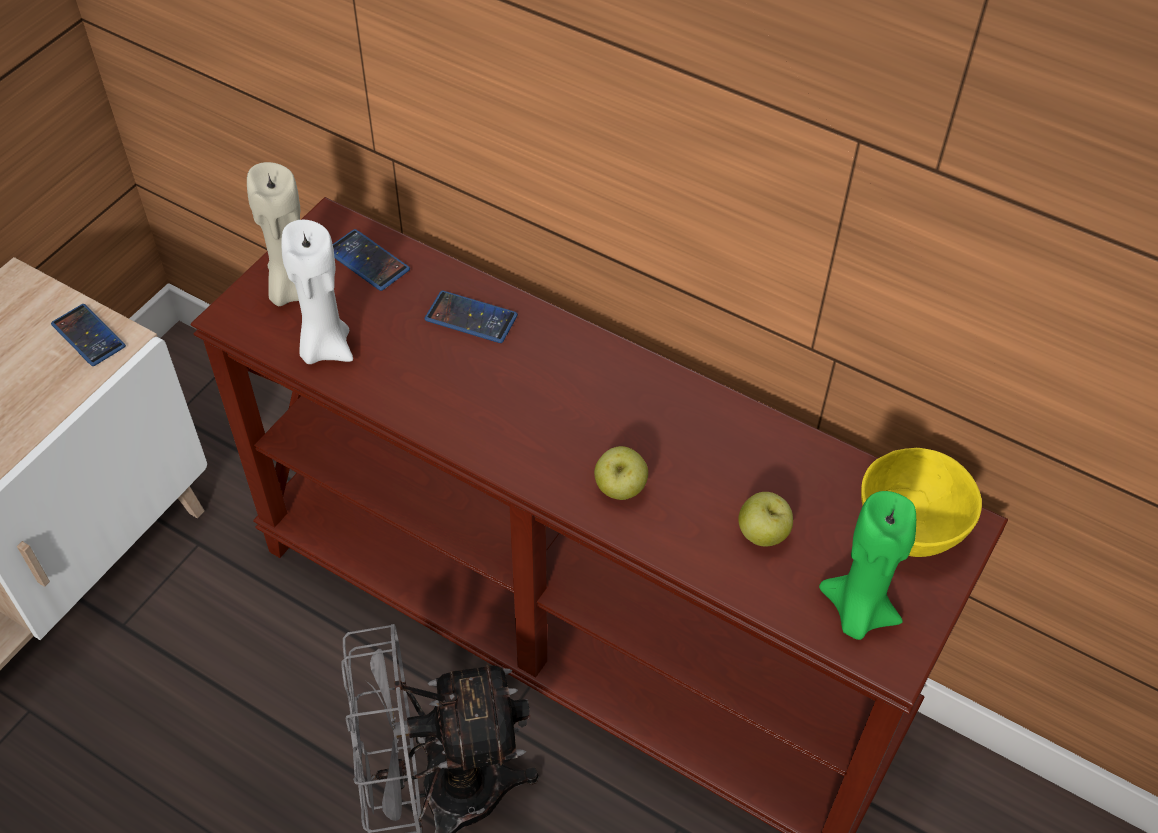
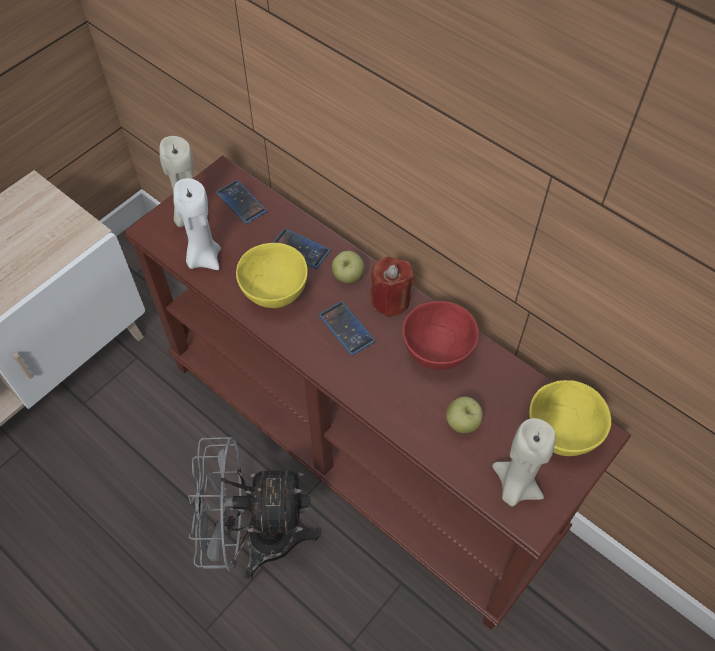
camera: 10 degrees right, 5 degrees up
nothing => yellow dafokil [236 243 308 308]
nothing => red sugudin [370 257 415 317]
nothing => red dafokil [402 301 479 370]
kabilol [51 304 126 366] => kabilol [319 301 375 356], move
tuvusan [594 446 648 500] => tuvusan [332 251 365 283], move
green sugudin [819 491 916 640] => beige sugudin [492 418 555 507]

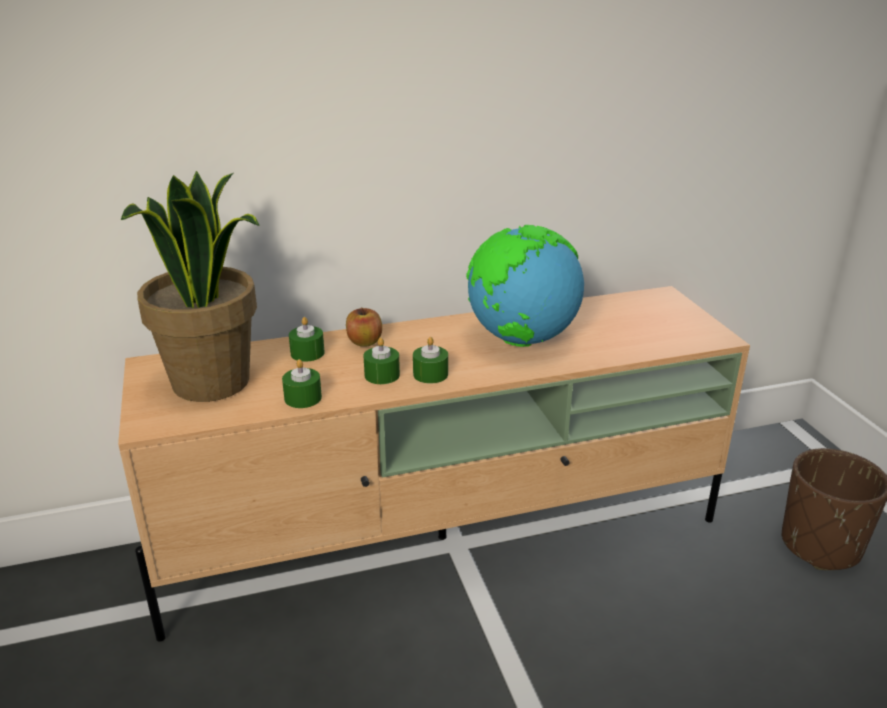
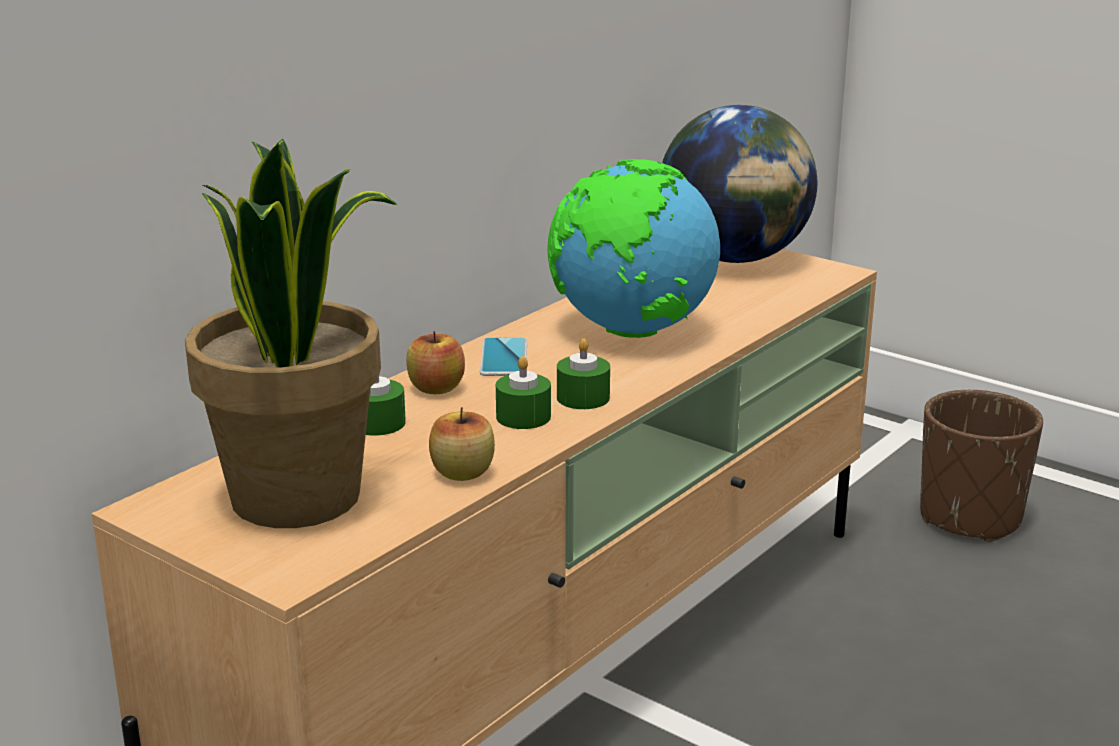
camera: 35 degrees left, 5 degrees down
nothing => kabilol [480 337 527 376]
nothing => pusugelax [662 105 817 263]
green sugudin [282 359 322 408] => tuvusan [429 407 495 481]

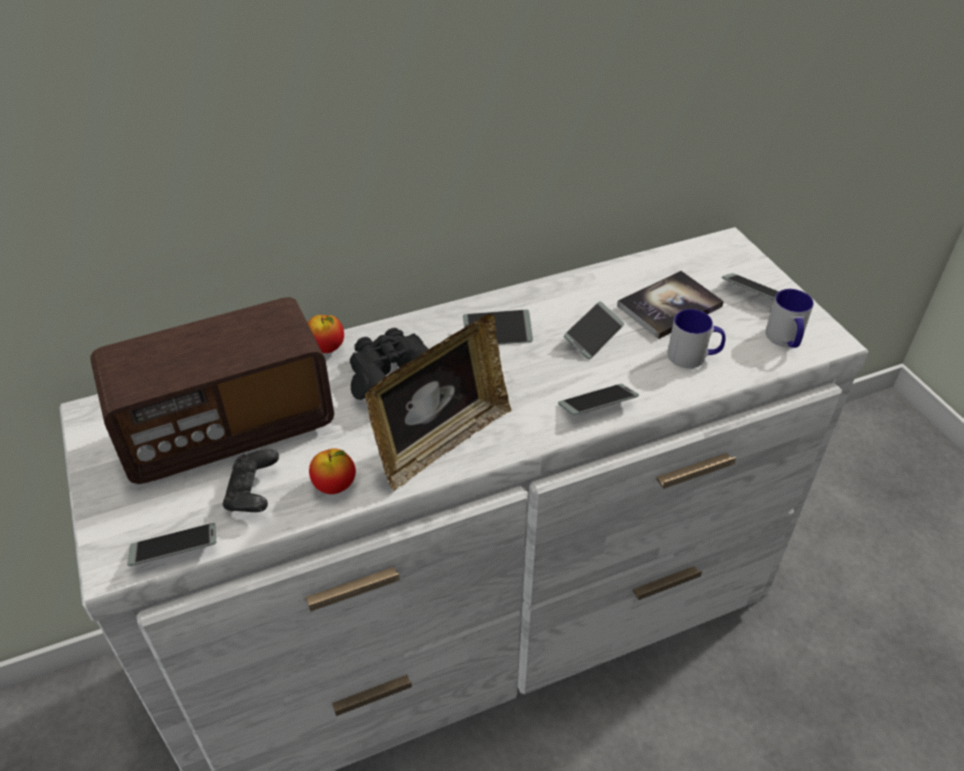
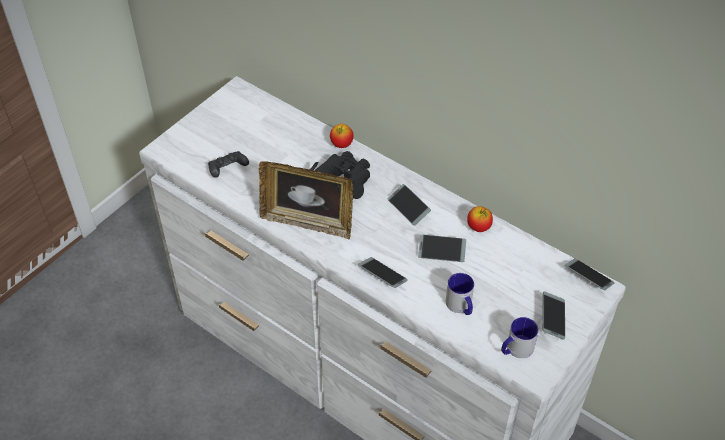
camera: 60 degrees right, 5 degrees up
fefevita [91 297 334 484] => nothing
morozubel [617 271 724 339] => nothing
kabilol [127 523 216 566] => kabilol [565 258 614 290], move
tuvusan [309 448 356 494] => tuvusan [467 206 493 232], move

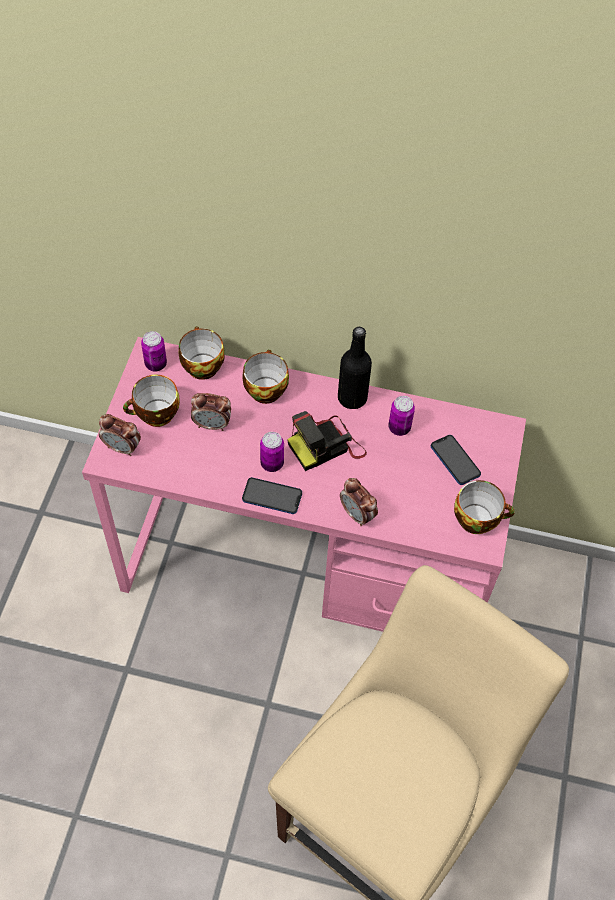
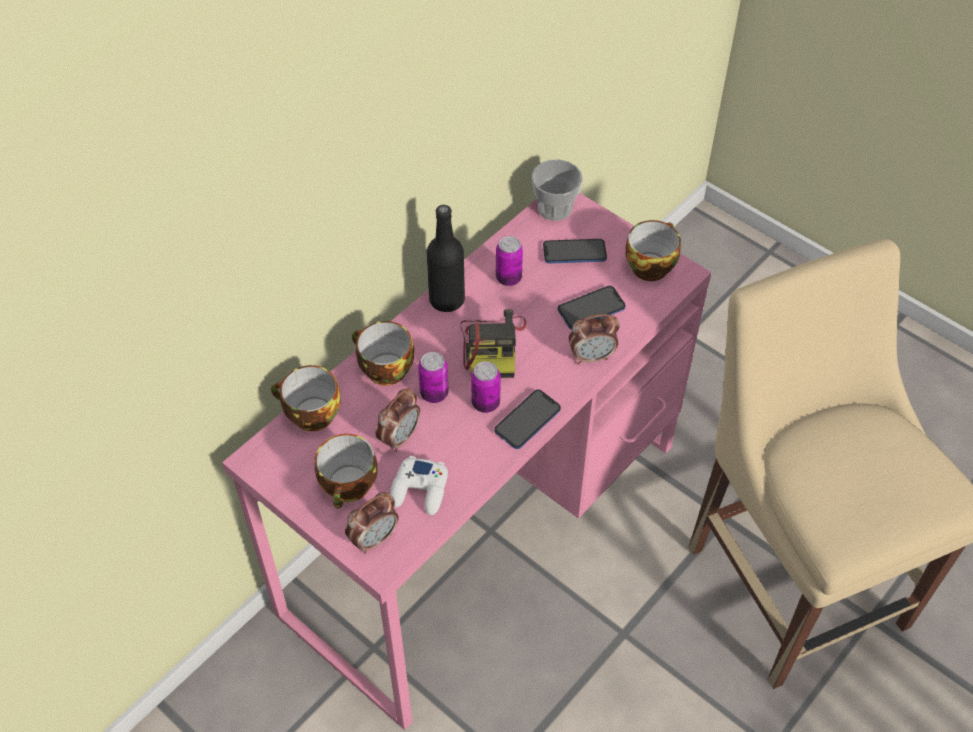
camera: 60 degrees left, 5 degrees down
nothing => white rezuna [390 456 448 515]
nothing => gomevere [531 159 583 221]
nothing => kabilol [558 286 626 330]
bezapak [141 331 167 371] => bezapak [418 352 449 403], move

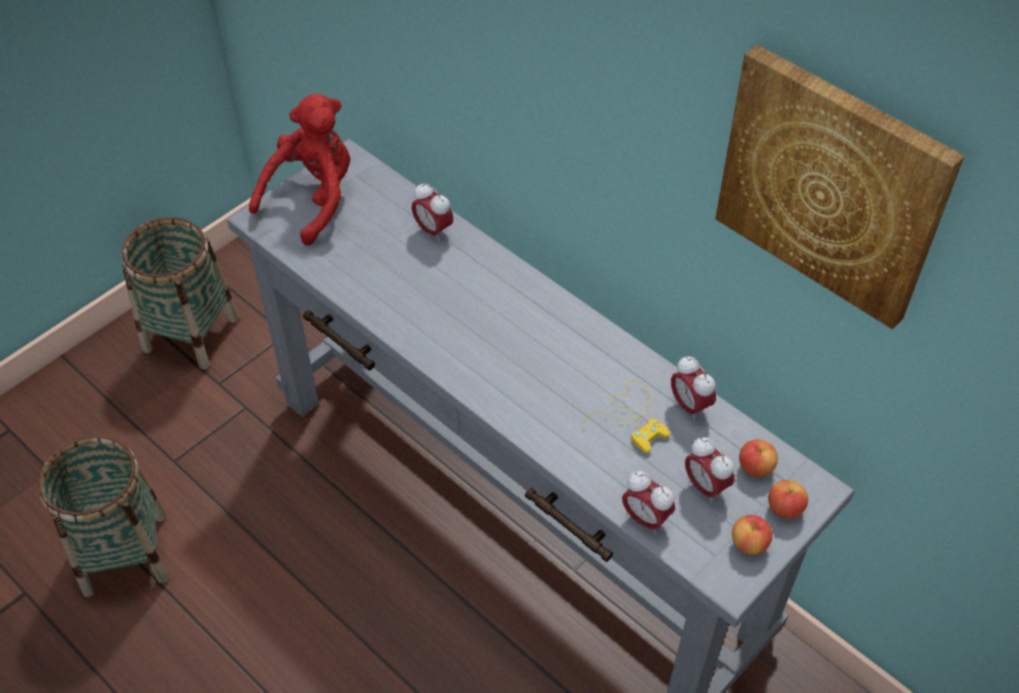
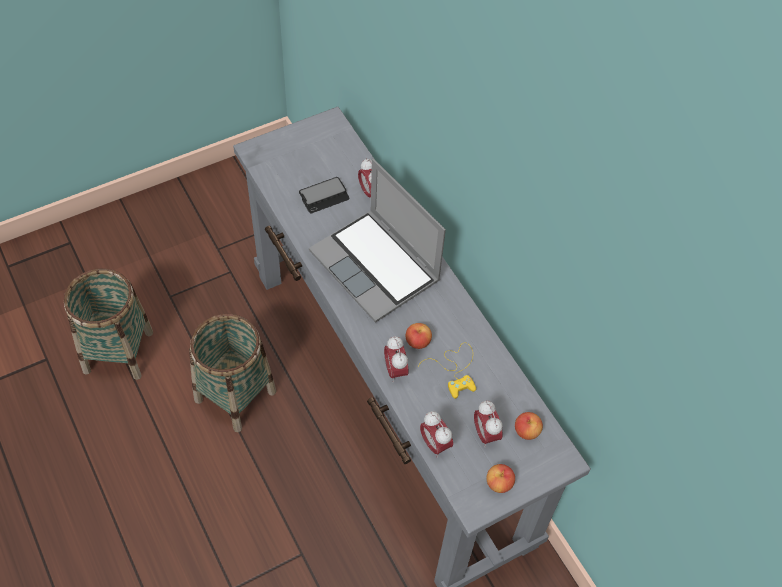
camera: 15 degrees right, 5 degrees up
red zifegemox [249 94 351 245] => nothing
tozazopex [715 44 965 329] => nothing
nothing => kabilol [299 177 349 213]
nothing => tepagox [309 159 446 323]
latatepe [121 217 239 369] => latatepe [189 314 276 432], move
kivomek [671 356 716 421] => kivomek [384 336 408 383], move
tuvusan [768 480 808 519] => tuvusan [406 323 432 349], move

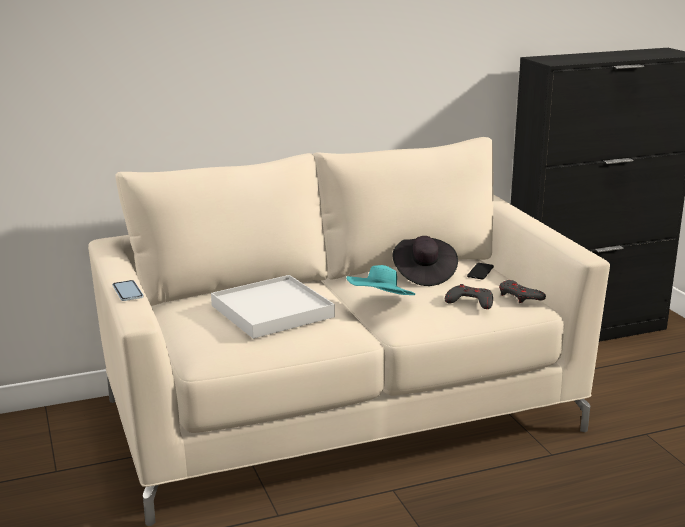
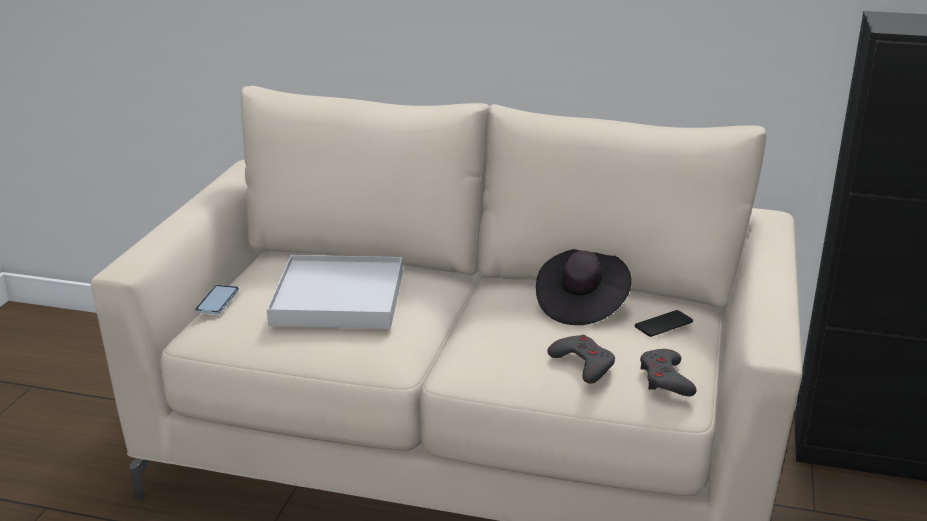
camera: 35 degrees right, 5 degrees up
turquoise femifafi [346 265 415 295] => nothing
kabilol [112 280 144 301] => kabilol [194 285 239 314], move

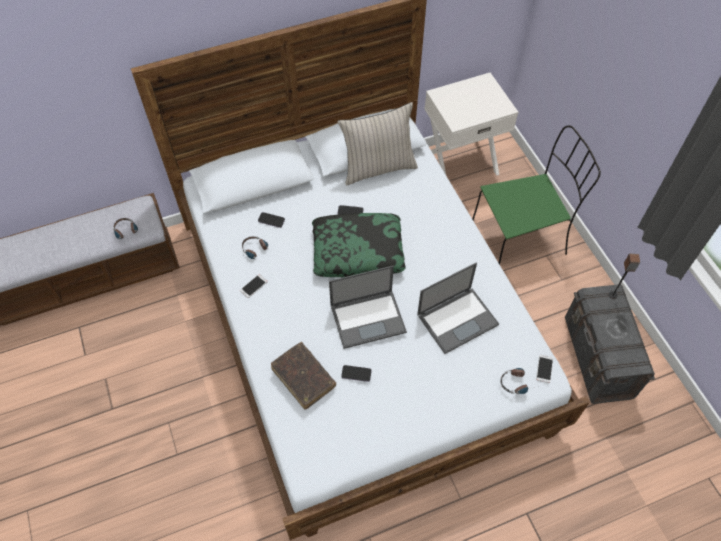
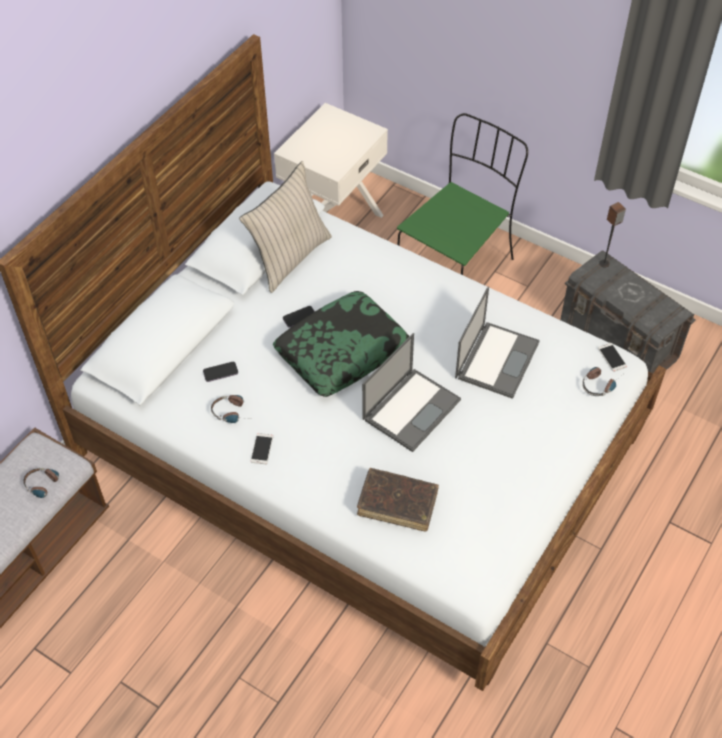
camera: 35 degrees left, 5 degrees down
kabilol [341 365 372 382] => nothing

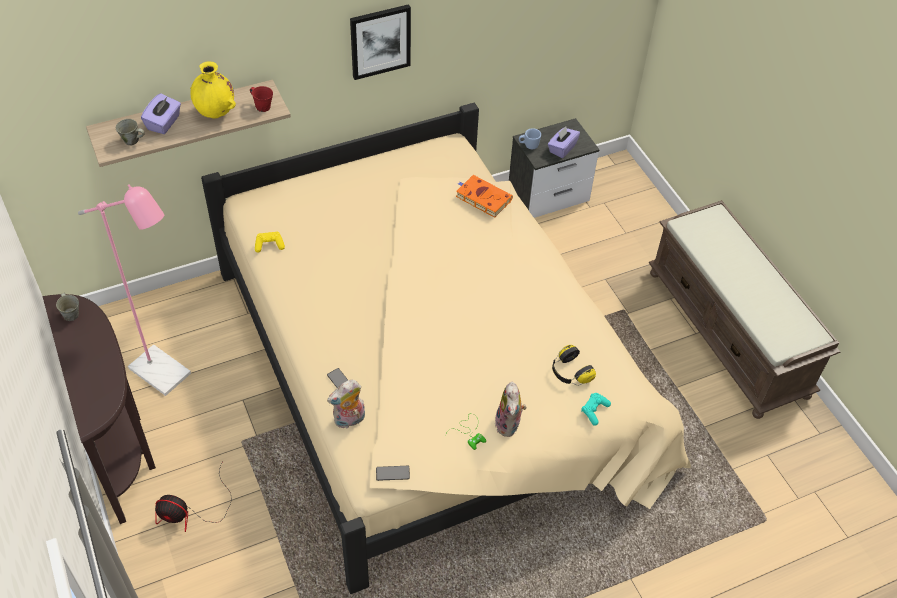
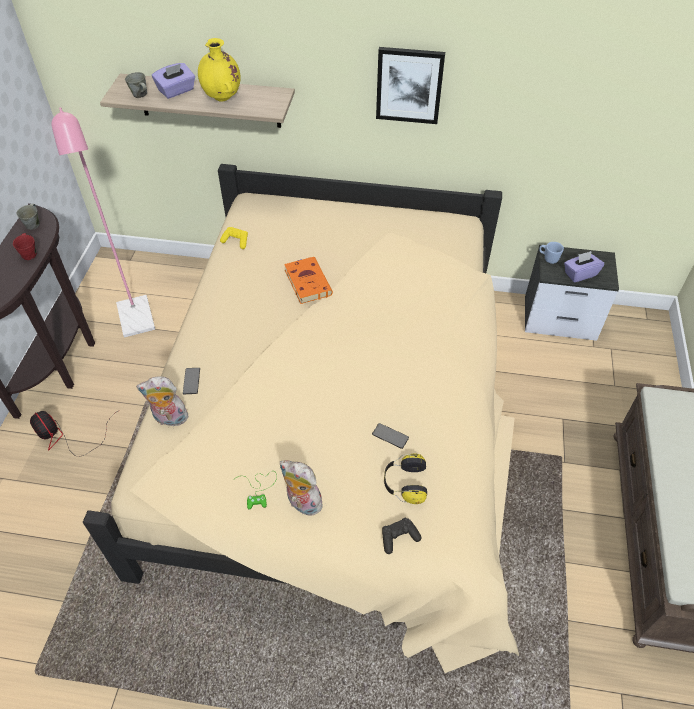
camera: 35 degrees right, 0 degrees up
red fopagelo [250 86 273 112] => red fopagelo [13 233 37 260], move
kabilol [376 466 410 481] => kabilol [372 423 409 449], move
orange morozubel [456 175 513 218] => orange morozubel [284 257 333 304], move
turquoise rezuna [581 393 611 426] => black rezuna [382 517 421 554]
zifegemox [495 382 526 437] => zifegemox [280 460 323 516], 90 degrees clockwise

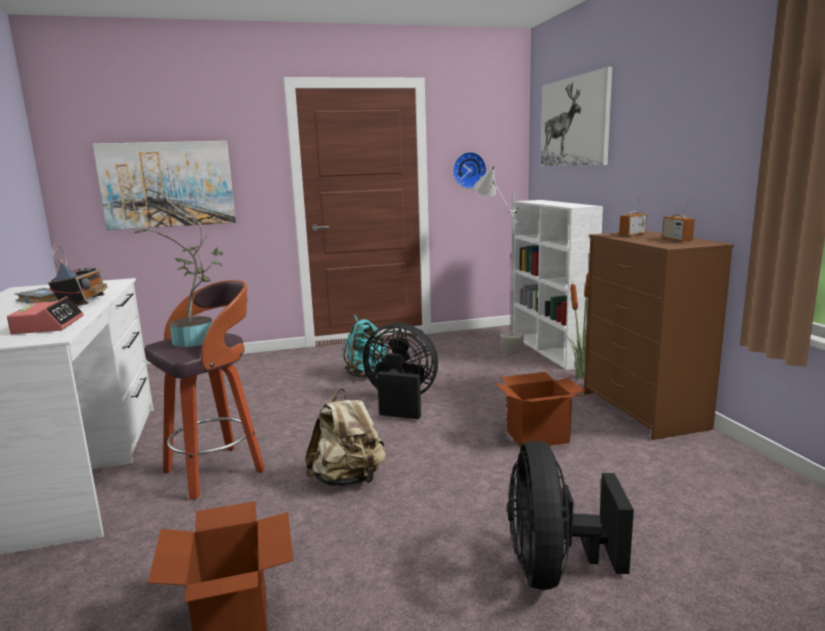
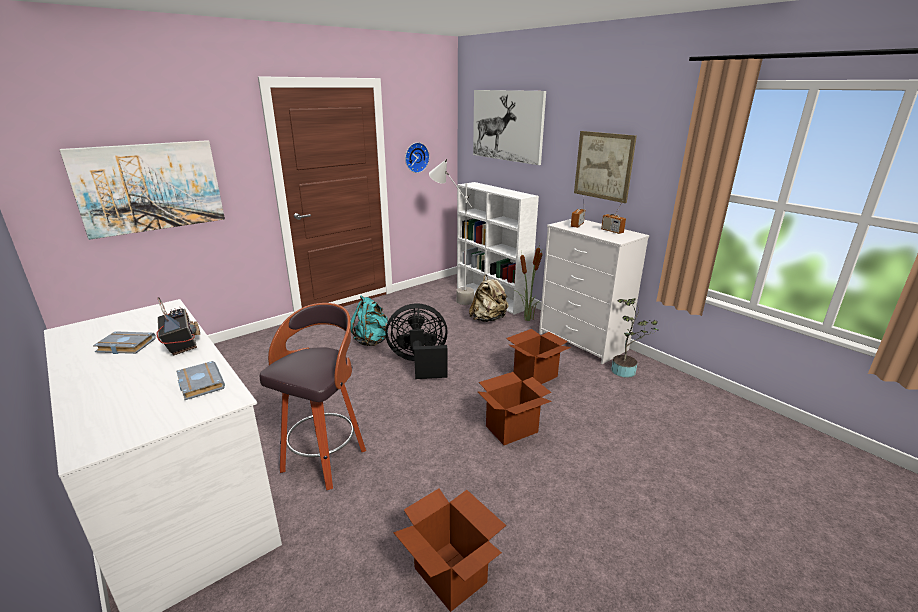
camera: 25 degrees left, 10 degrees up
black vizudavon [507 441 634 590] => nothing
nothing => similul [477 372 552 445]
nothing => tozazopex [574 131 637 203]
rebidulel [135 210 223 347] => rebidulel [611 298 658 378], move
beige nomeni [305 389 386 486] => beige nomeni [469 274 509 322], move
kivomek [7 296 84 334] => grey morozubel [176 361 225 400]
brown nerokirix [584 231 734 440] => white nerokirix [539 219 649 364]

